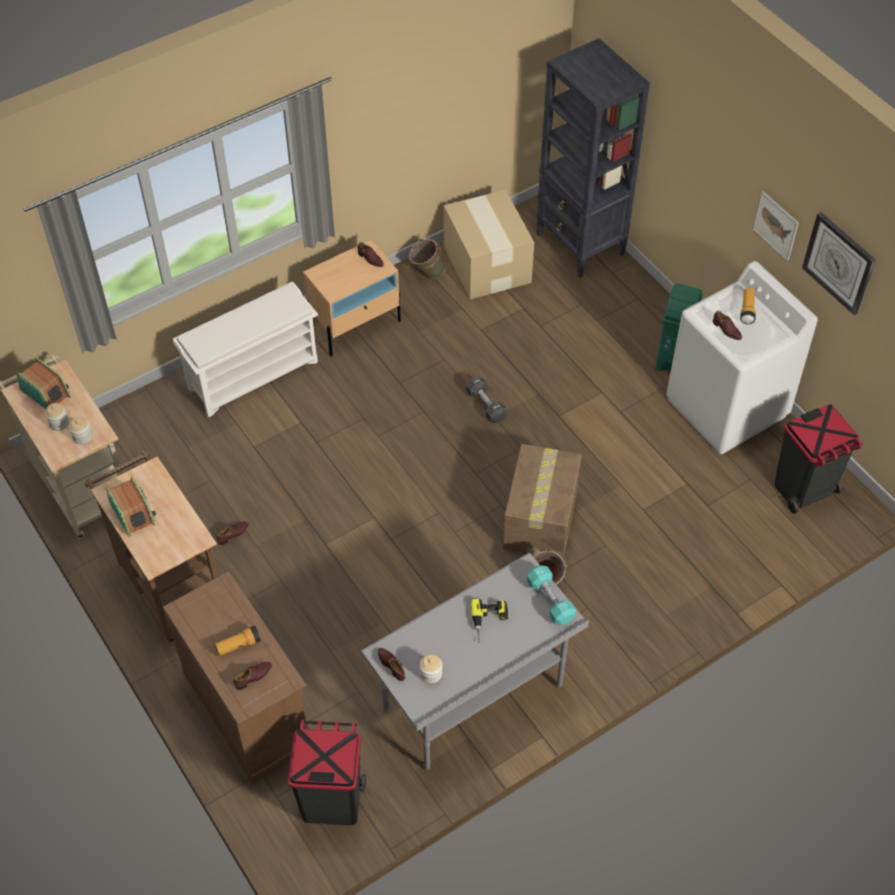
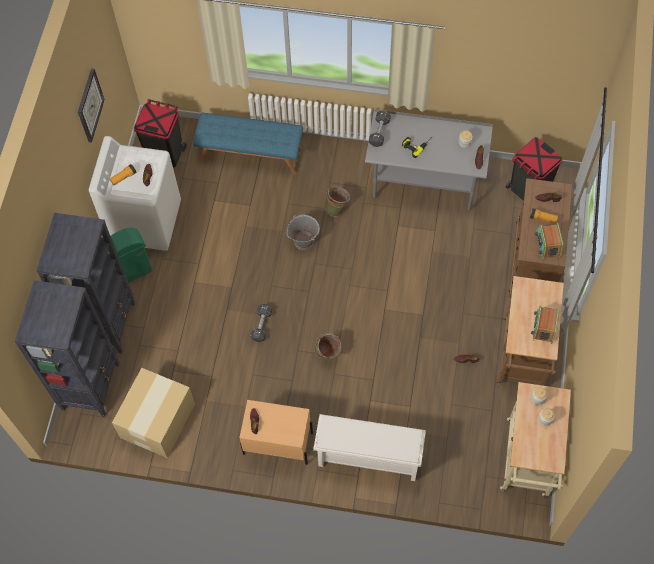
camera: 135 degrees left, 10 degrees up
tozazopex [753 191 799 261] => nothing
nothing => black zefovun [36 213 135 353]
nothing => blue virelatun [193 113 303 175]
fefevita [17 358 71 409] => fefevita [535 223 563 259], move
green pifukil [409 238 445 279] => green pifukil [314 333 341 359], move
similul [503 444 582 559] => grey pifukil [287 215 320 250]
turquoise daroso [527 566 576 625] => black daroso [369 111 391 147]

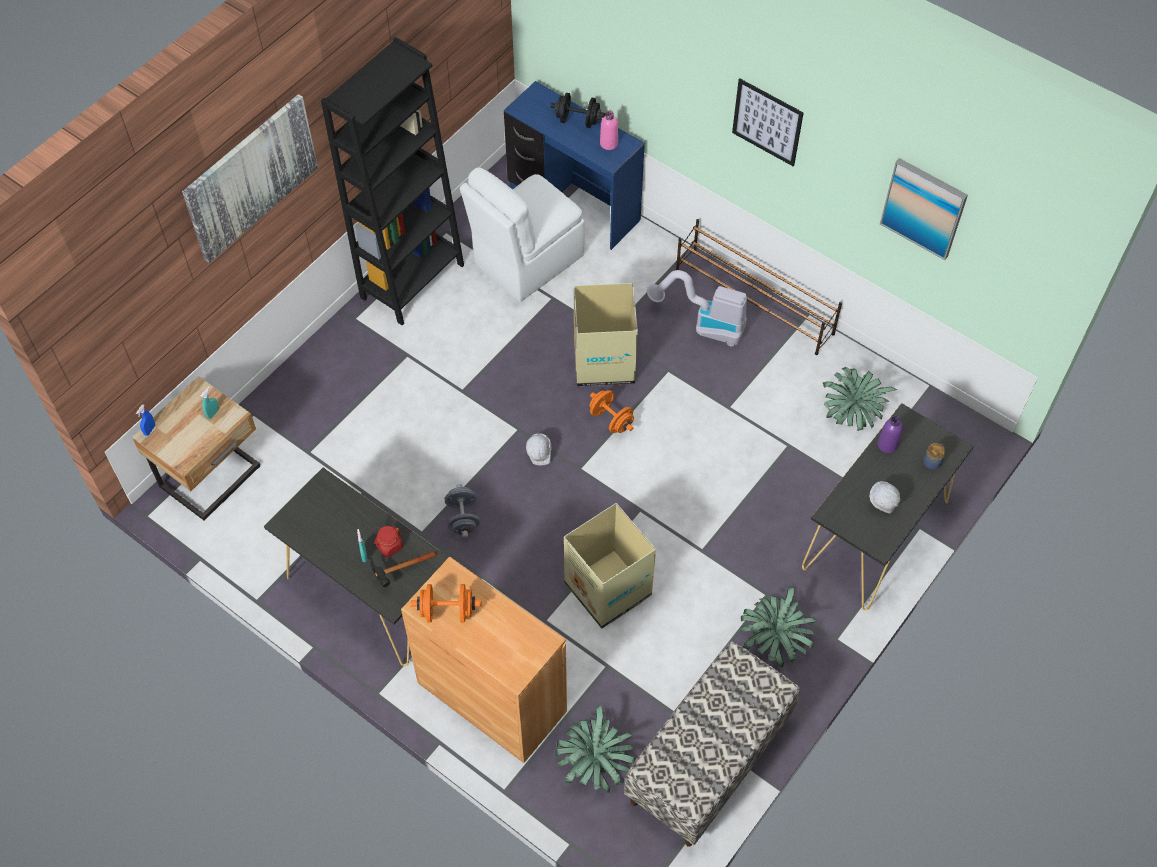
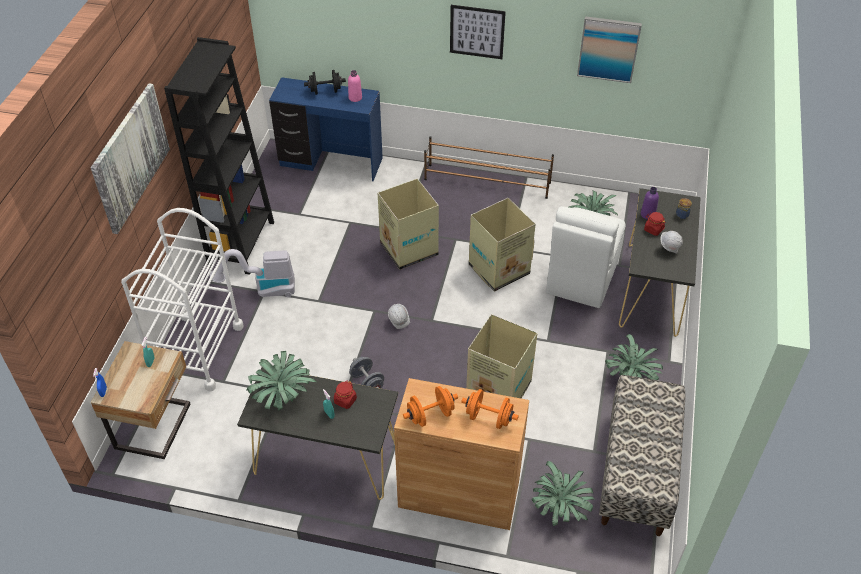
camera: 25 degrees left, 10 degrees down
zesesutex [370 551 436 587] => nothing
nothing => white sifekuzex [121 208 243 391]
nothing => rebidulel [247 351 316 411]
nothing => similul [469 198 536 292]
nothing => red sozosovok [644 212 666 236]
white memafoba [460 167 585 302] => white memafoba [546 206 626 308], move
orange daroso [589 390 634 433] => orange daroso [461 389 519 429], move
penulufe [647 270 747 346] => penulufe [209 249 295 297], move

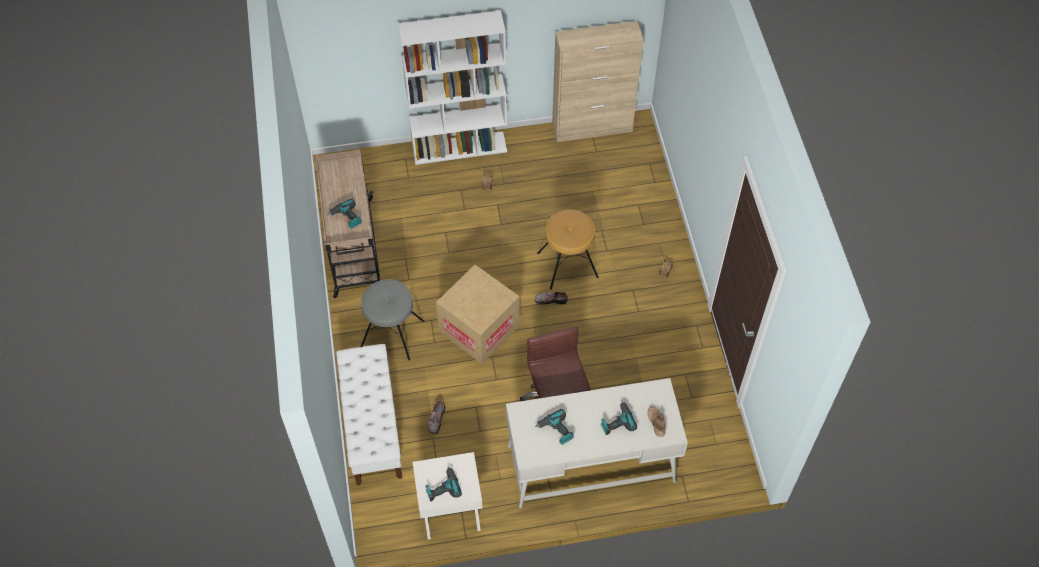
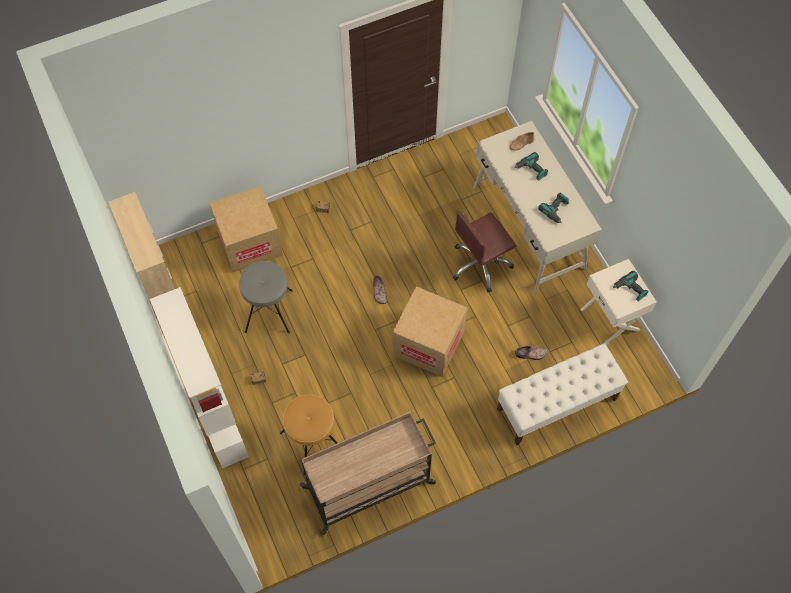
camera: 105 degrees left, 5 degrees up
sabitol [327 199 362 229] => nothing
nothing => similul [210 186 283 272]
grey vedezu [361 279 425 360] => grey vedezu [239 261 293 334], move
brown vedezu [537 209 598 289] => brown vedezu [280 395 338 475], move

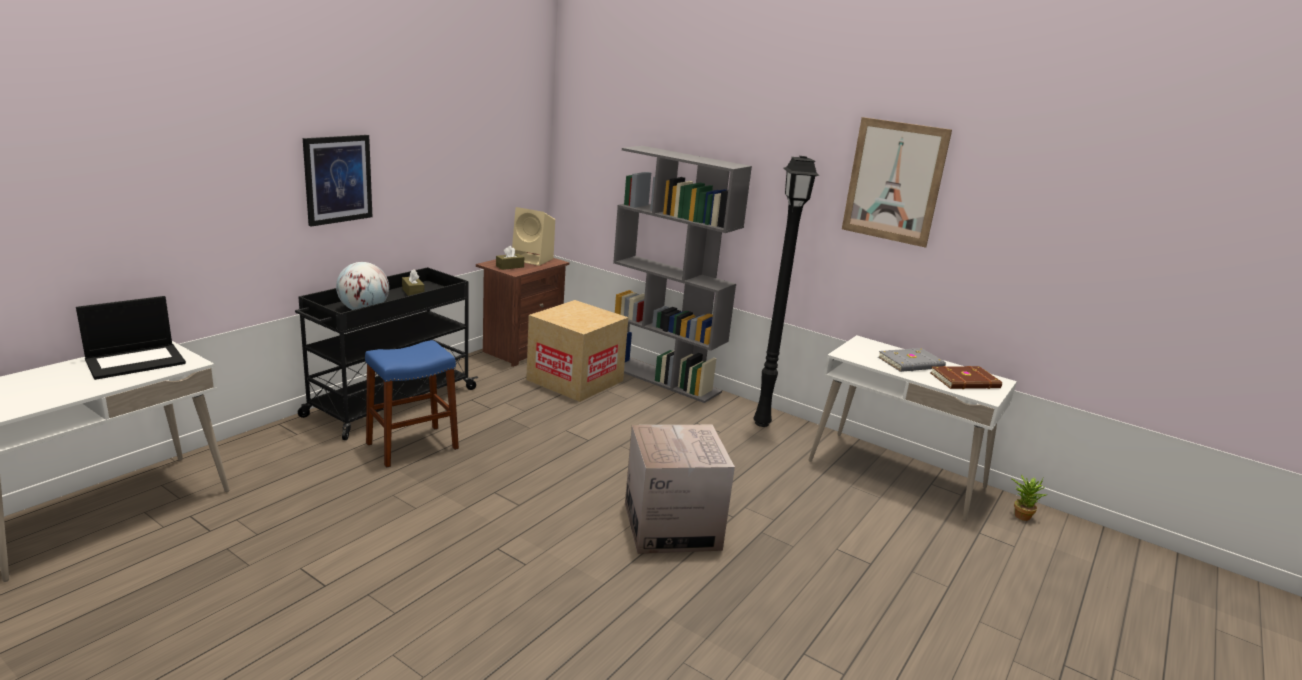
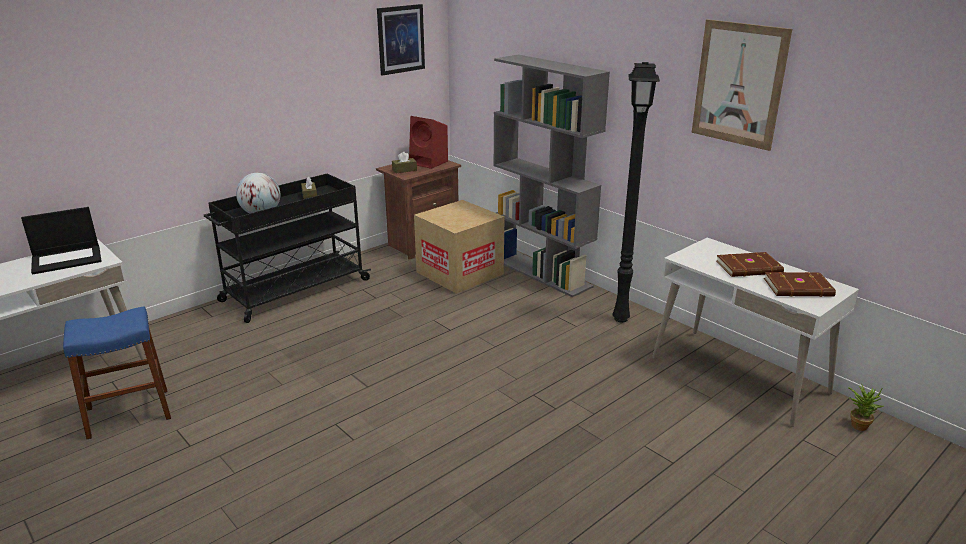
camera: 15 degrees right, 5 degrees up
similul [625 425 735 554] => nothing
tozazopex [303 135 372 227] => tozazopex [377 4 425 76], move
blue vedezu [365 340 459 468] => blue vedezu [63 306 171 439], move
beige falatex [512 207 555 266] => red falatex [409 116 448 169]
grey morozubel [878 348 946 372] => brown morozubel [716 252 784 277]

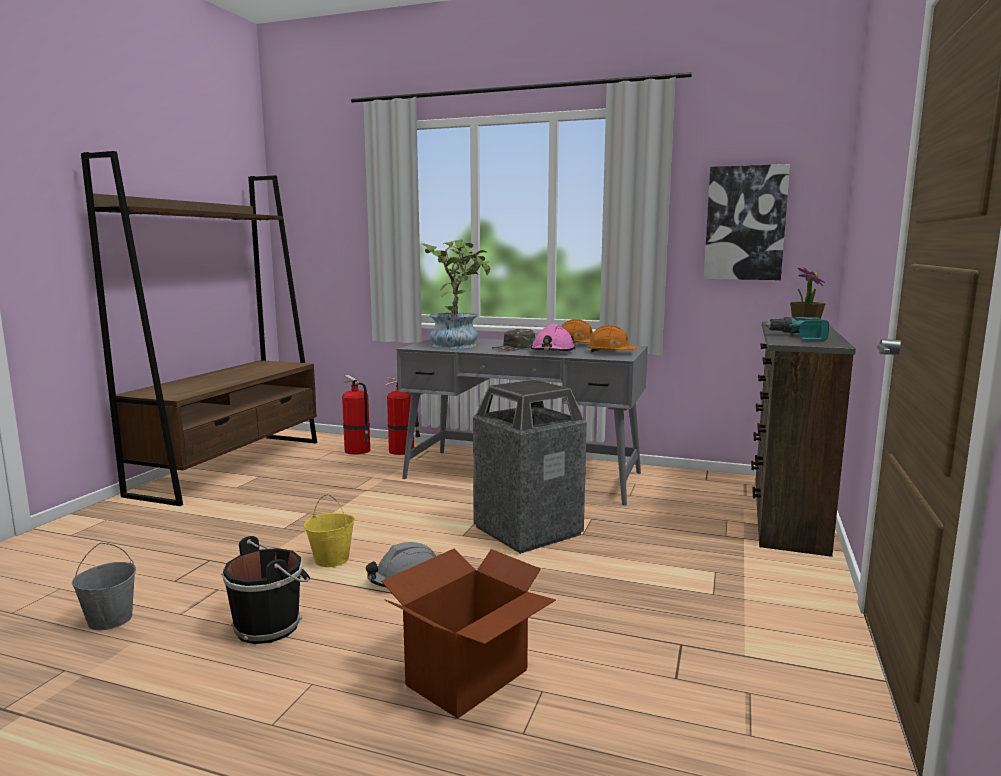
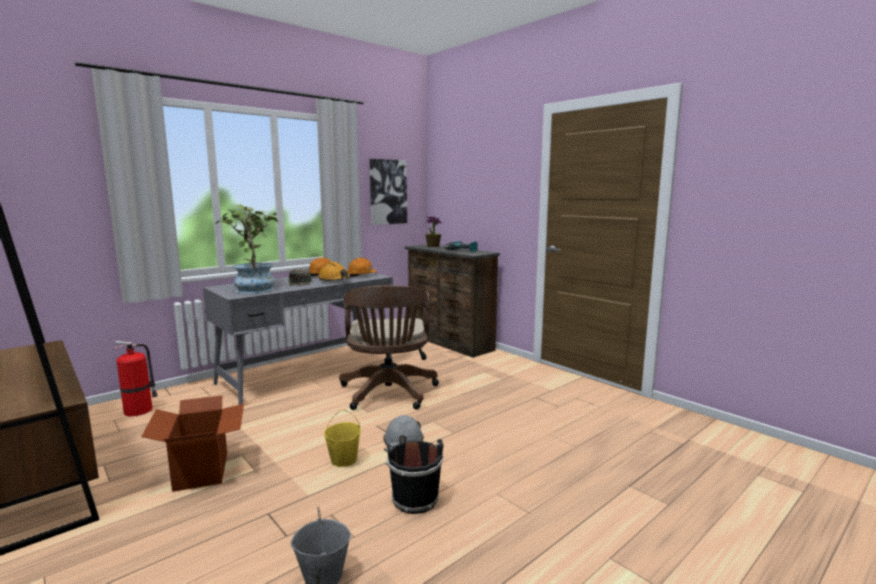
camera: 60 degrees left, 0 degrees up
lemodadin [385 377 420 455] => nothing
similul [381 548 556 719] => similul [141 395 244 492], move
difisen [473 379 587 554] => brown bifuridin [339 285 439 410]
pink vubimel [531 324 575 351] => orange vubimel [318 262 351 281]

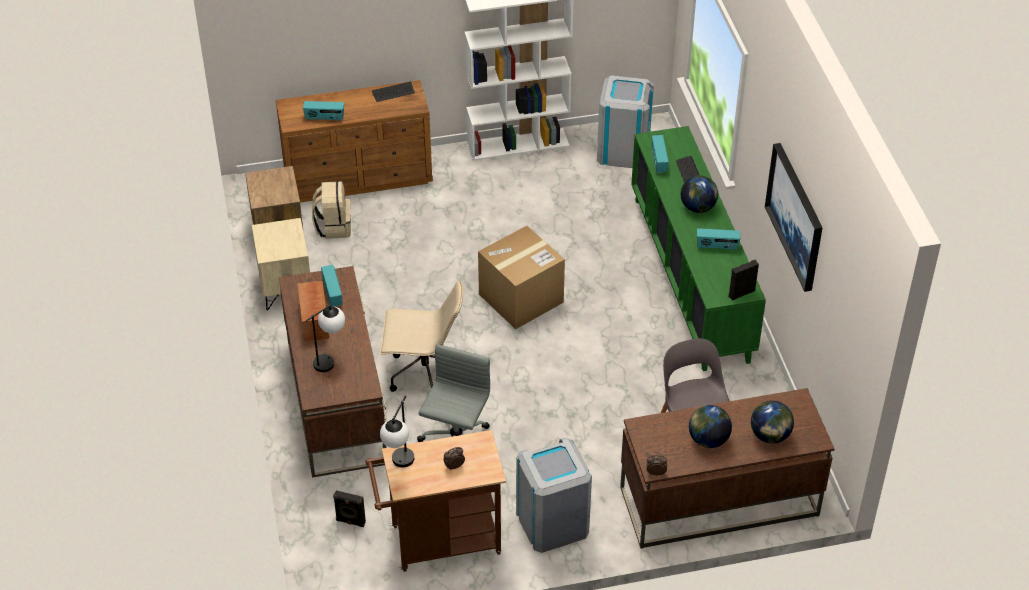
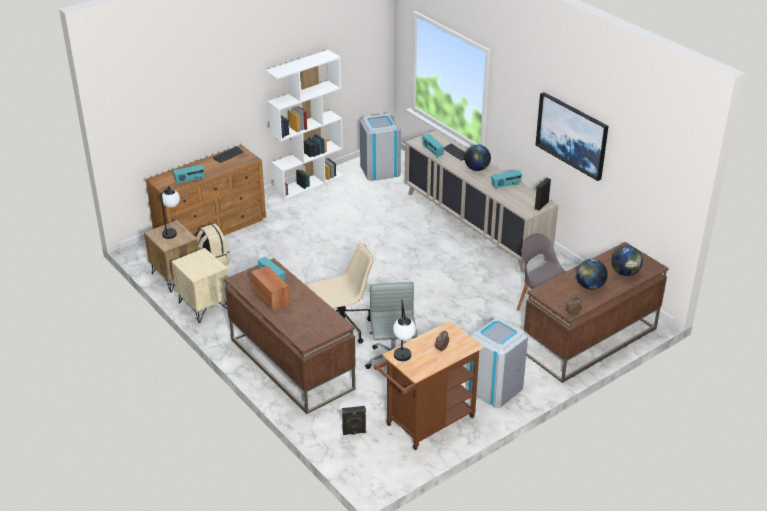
camera: 25 degrees left, 10 degrees down
similul [478 226 565 329] => nothing
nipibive [306 304 345 372] => nipibive [158 186 180 239], move
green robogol [631 126 766 371] => beige robogol [405 130 558 273]

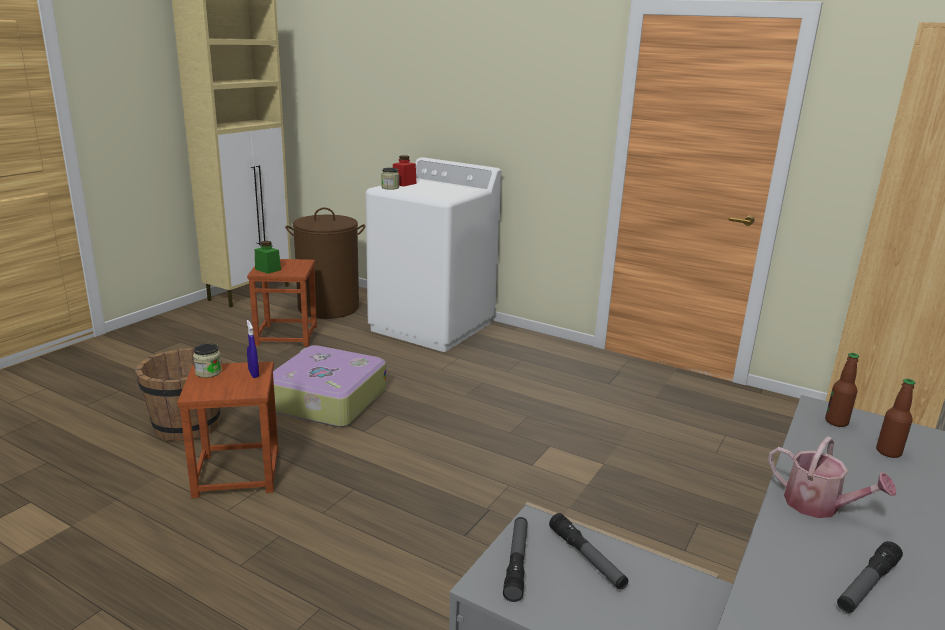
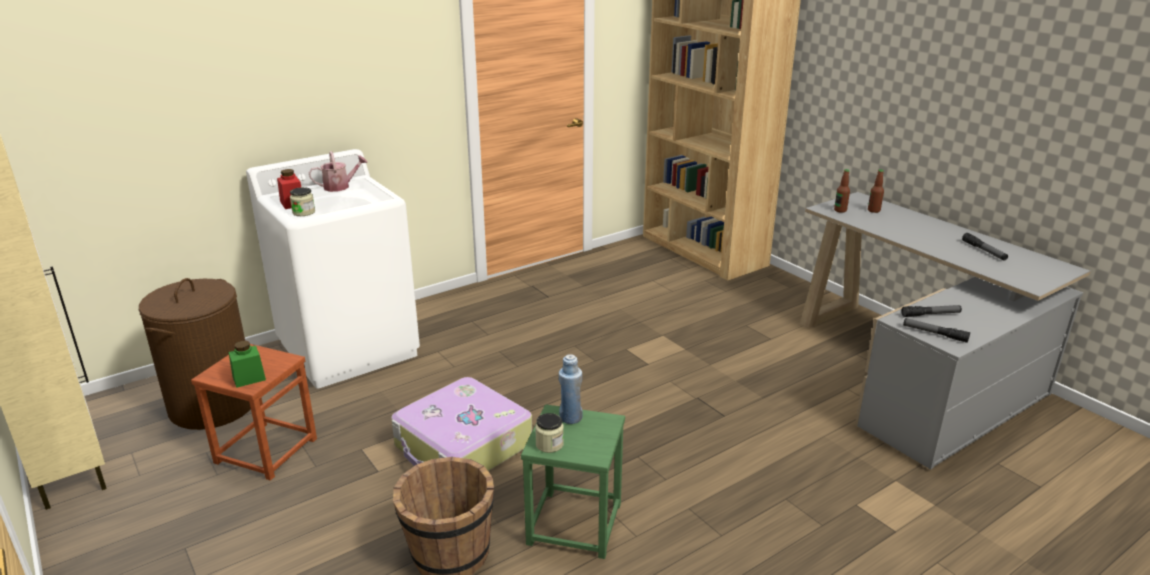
camera: 65 degrees left, 5 degrees up
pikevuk [768 436 896 518] => pikevuk [309 151 368 192], move
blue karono [247 320 259 378] => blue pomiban [559 354 583 424]
brown vedezu [177 361 279 498] => green vedezu [521 404 625 559]

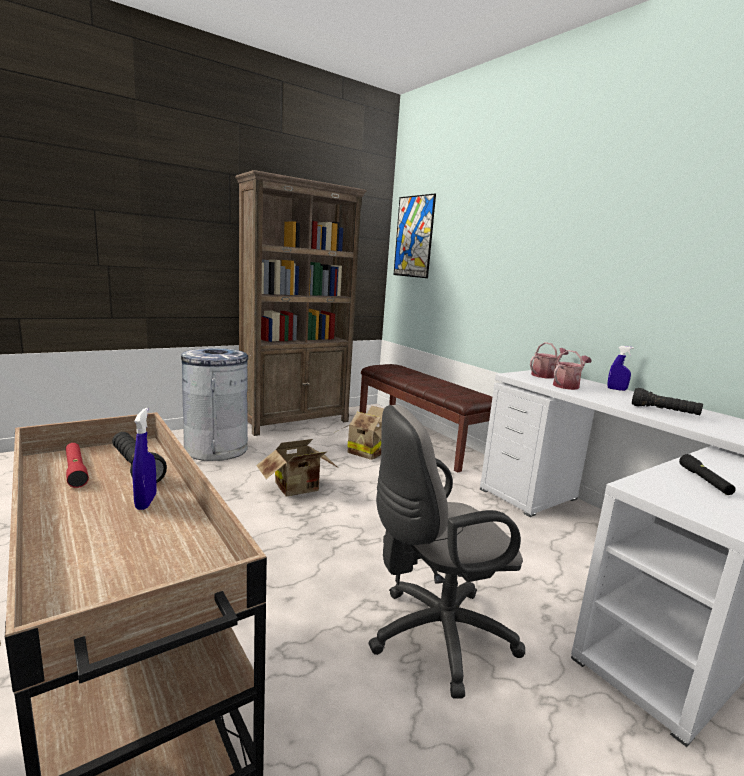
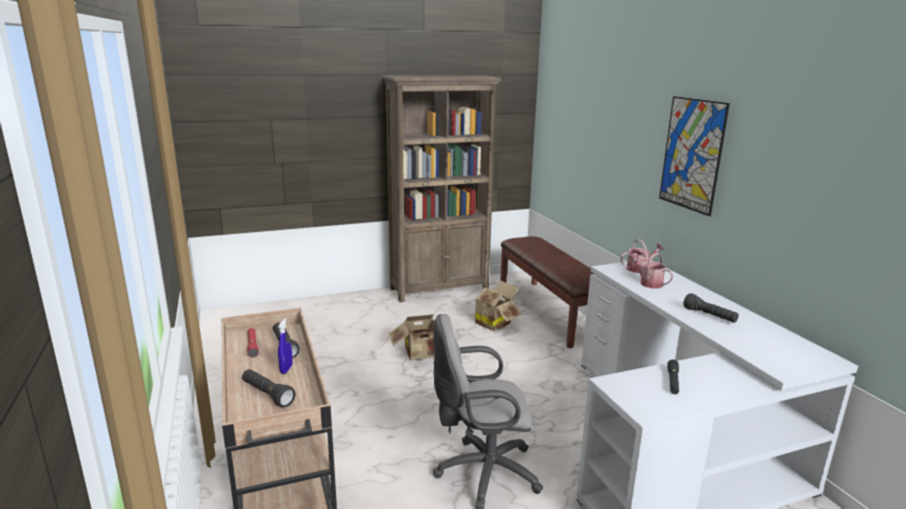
camera: 15 degrees right, 5 degrees up
grey difisen [181 348 248 461] => nothing
blue karono [607 346 634 391] => nothing
nothing => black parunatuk [242 369 296 407]
tozazopex [394 194 436 278] => tozazopex [659 96 730 216], move
pikevuk [553 350 592 390] => pikevuk [628 253 674 288], 105 degrees counterclockwise

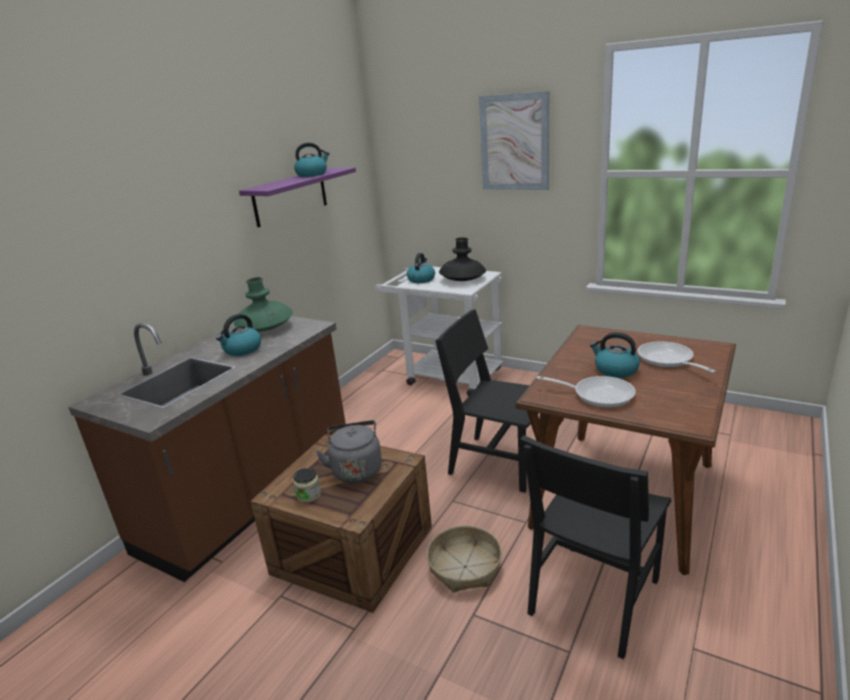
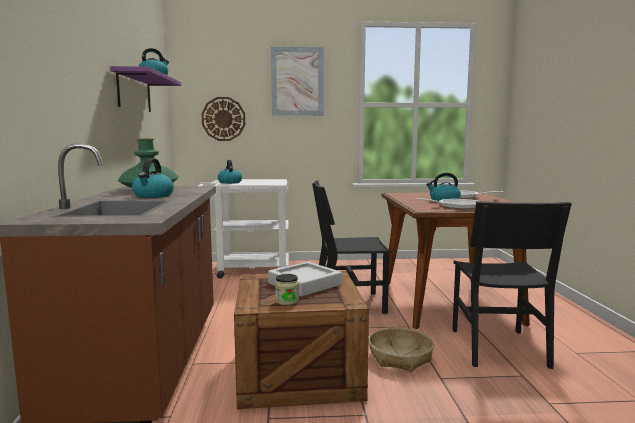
camera: 35 degrees left, 15 degrees down
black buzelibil [439 237 486 281] => nothing
nothing => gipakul [201 97 245 141]
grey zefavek [316 420 382 483] => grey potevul [268 262 342 297]

